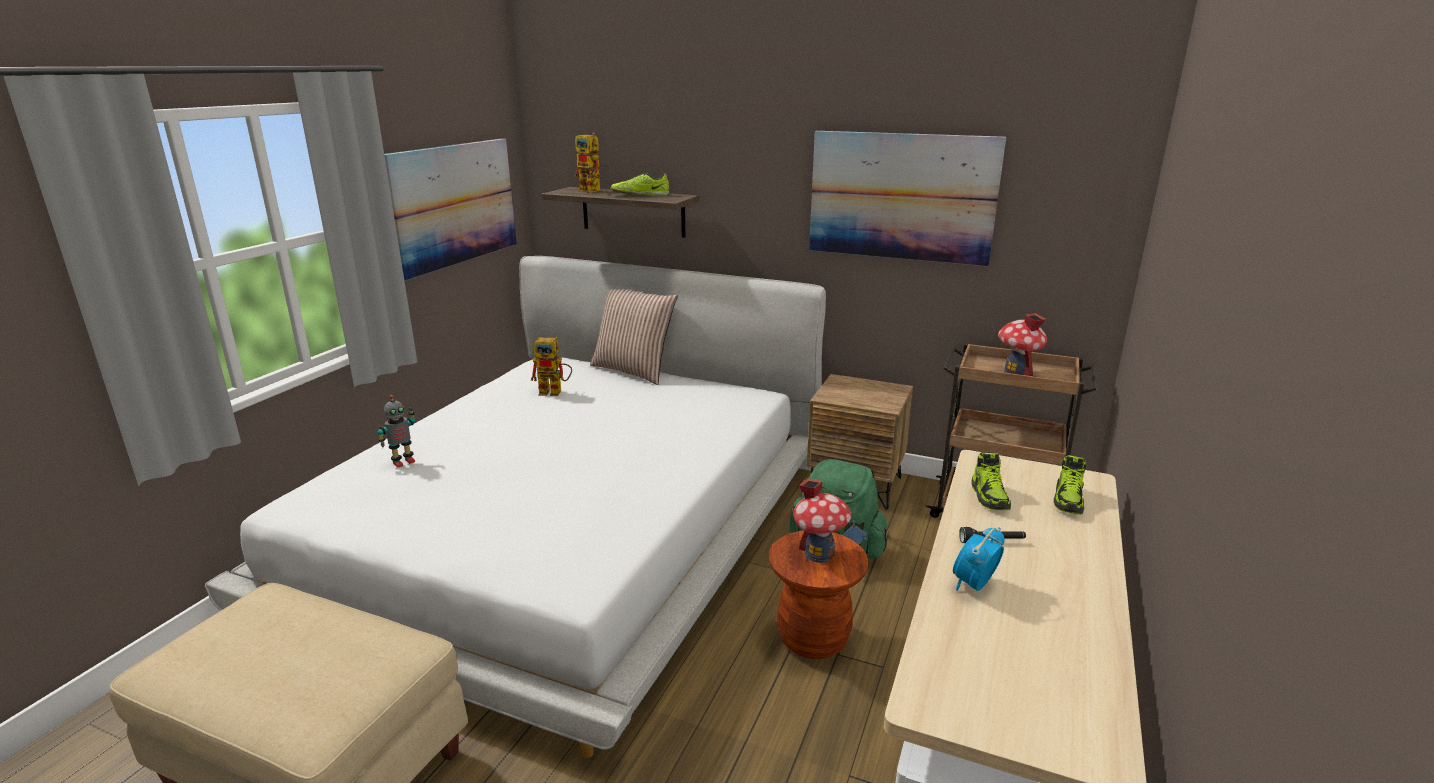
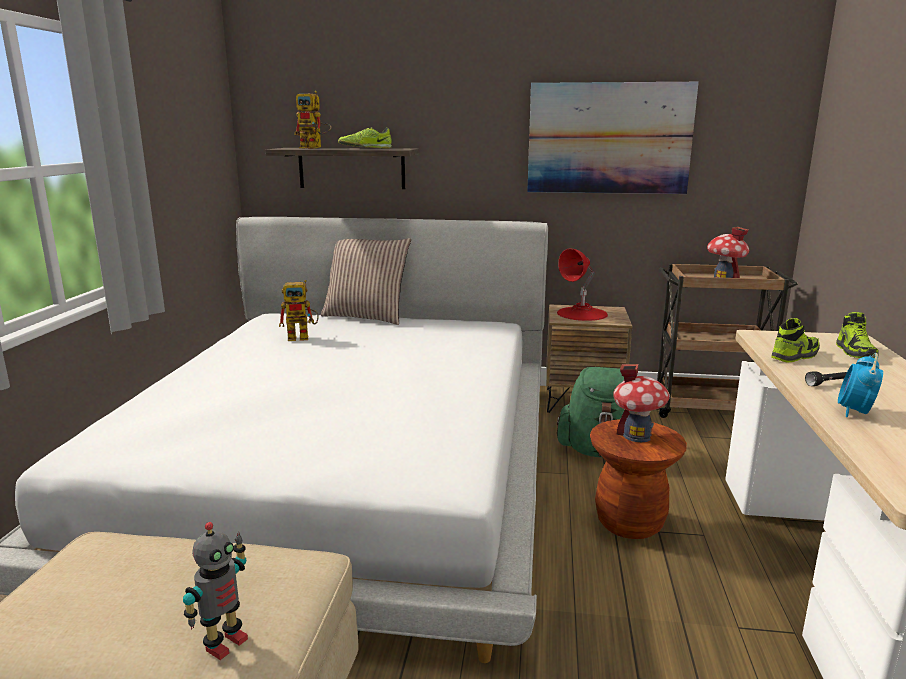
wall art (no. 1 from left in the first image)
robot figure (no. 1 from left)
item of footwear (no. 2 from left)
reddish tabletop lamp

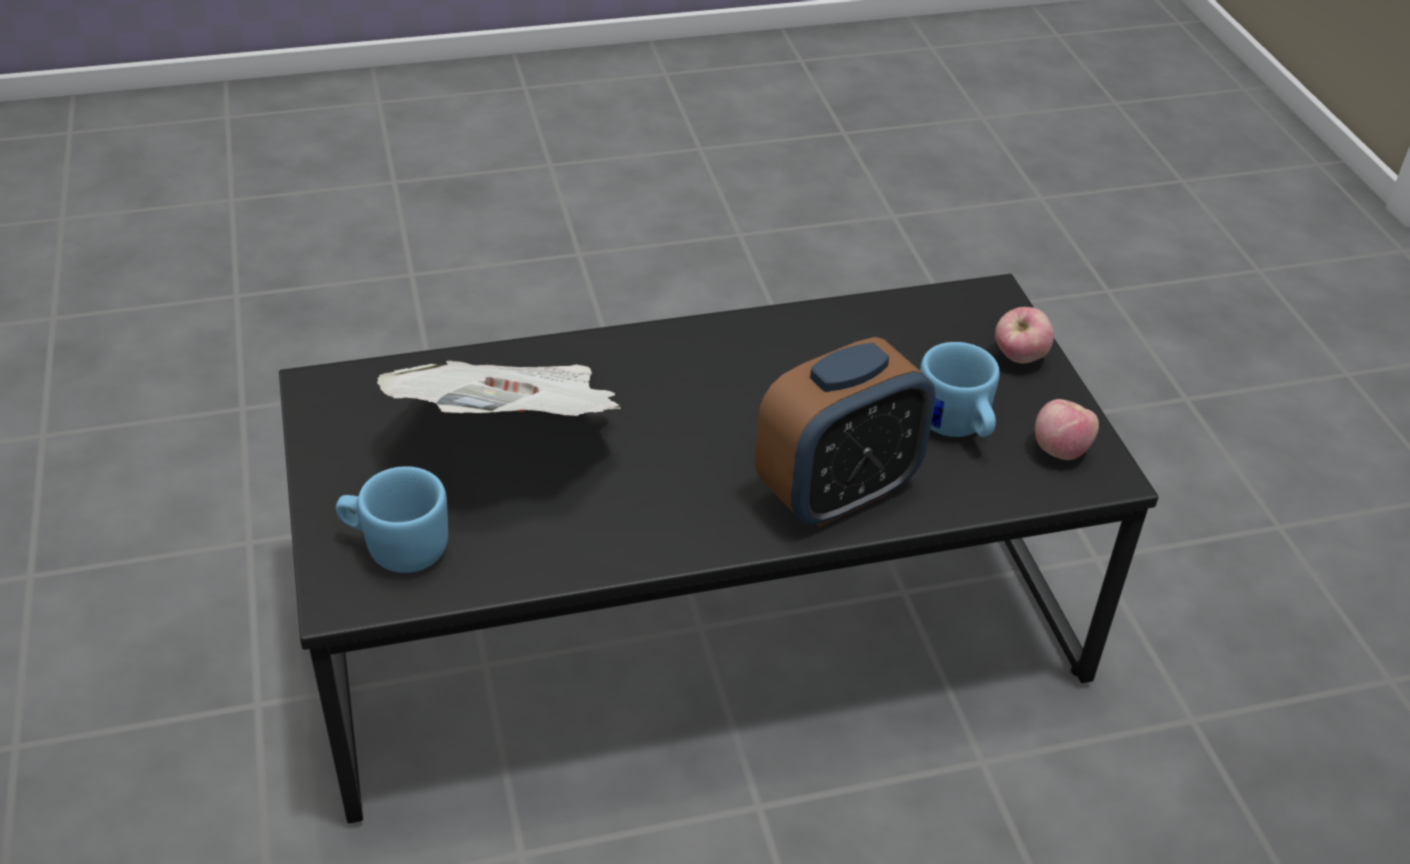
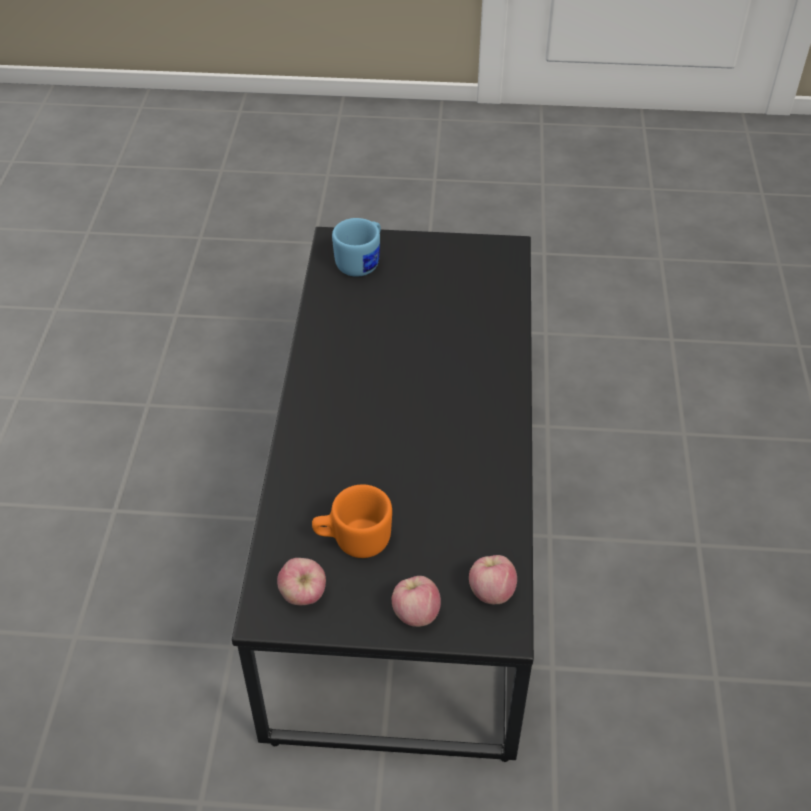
bedside clock
orange mug
newspaper
apple (no. 3 from left)

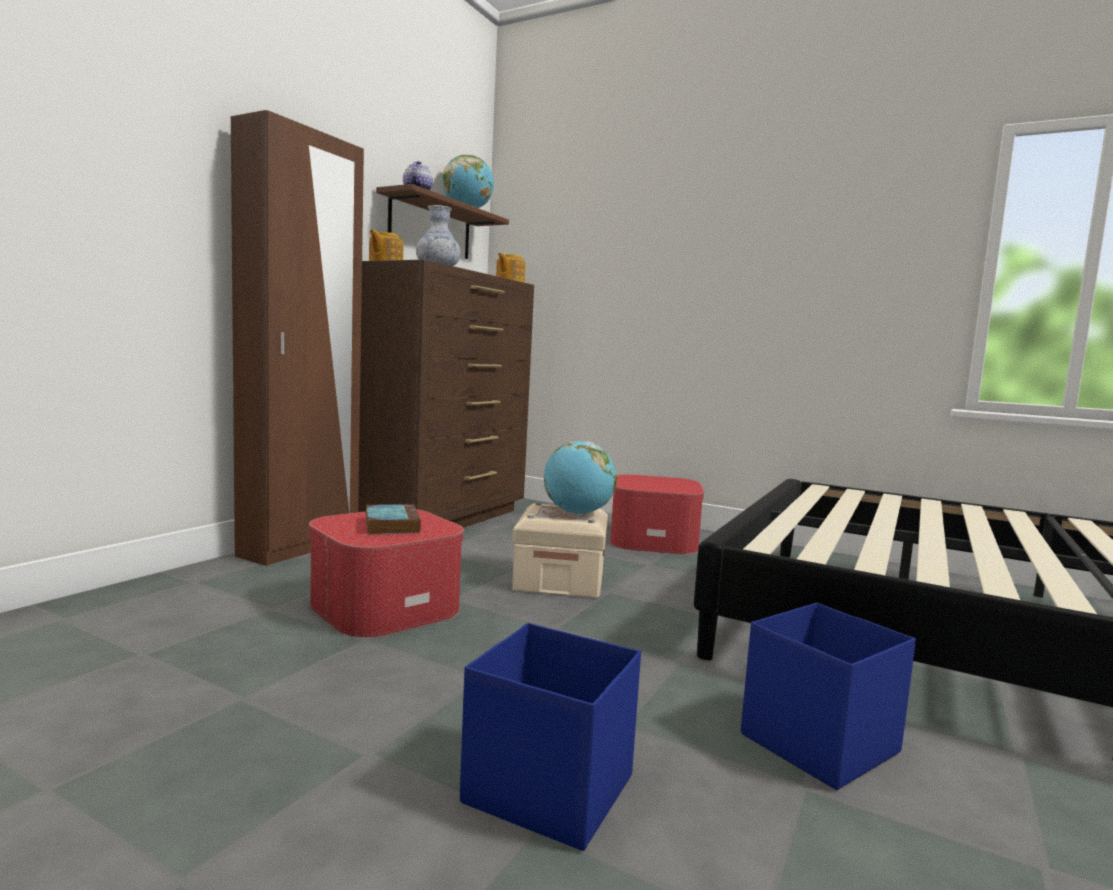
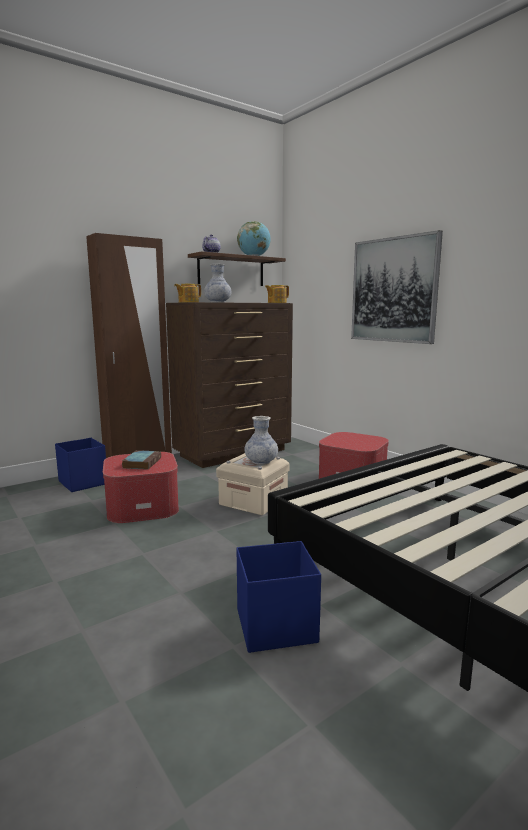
decorative vase (no. 2 from left)
blue-coloured storage box (no. 1 from left)
wall art

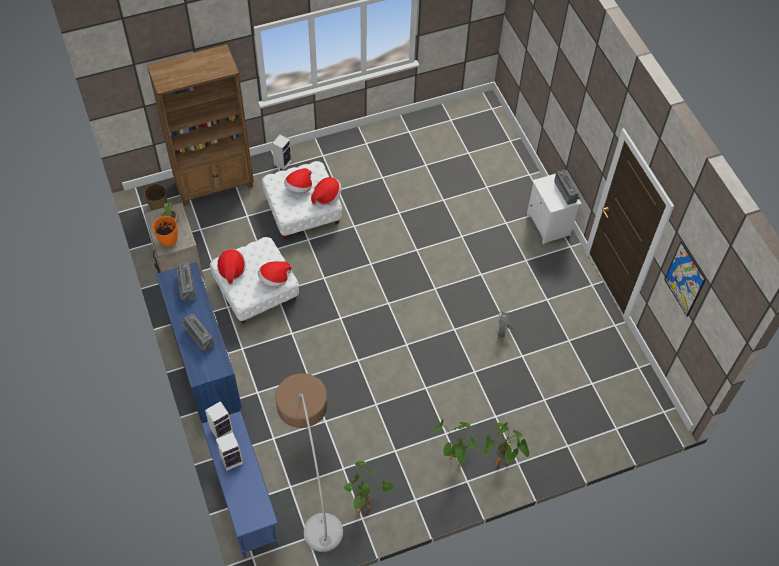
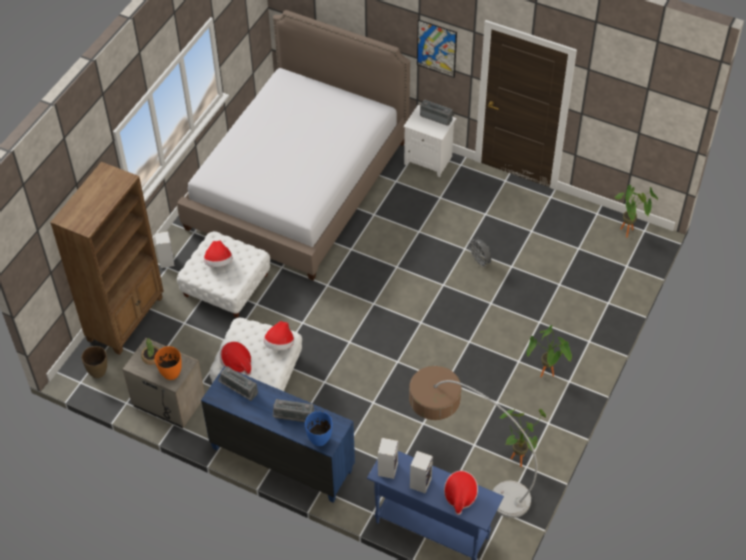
clothing hat (no. 4 from left)
wall art
potted plant (no. 4 from left)
bed
blue-coloured decorative vase

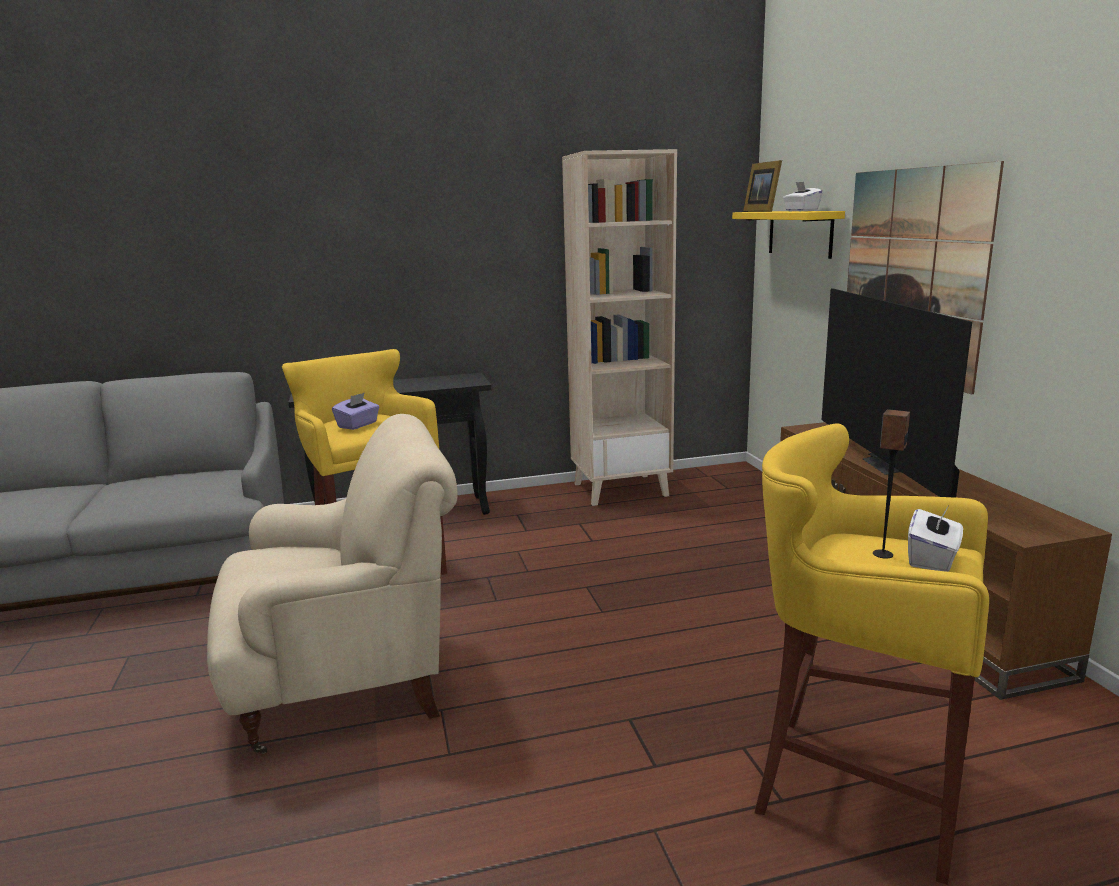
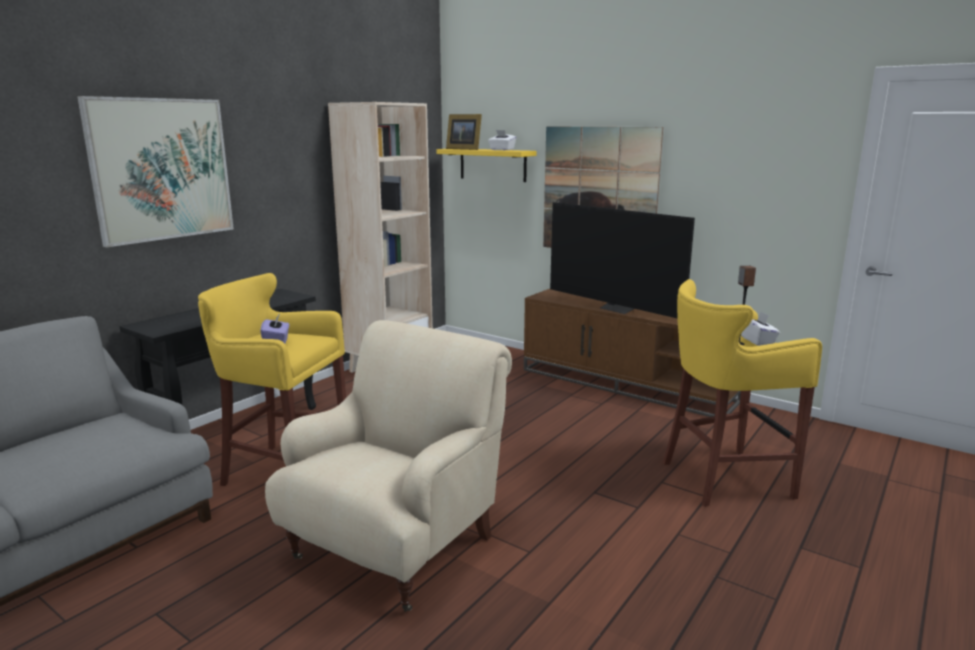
wall art (no. 1 from left)

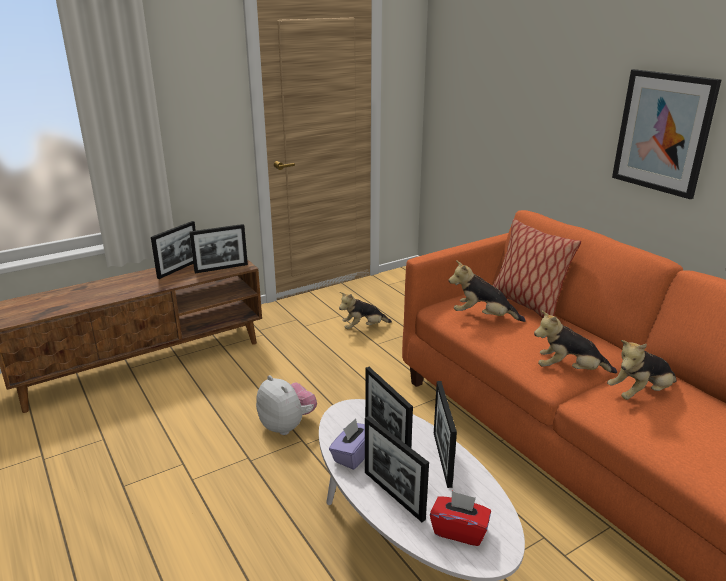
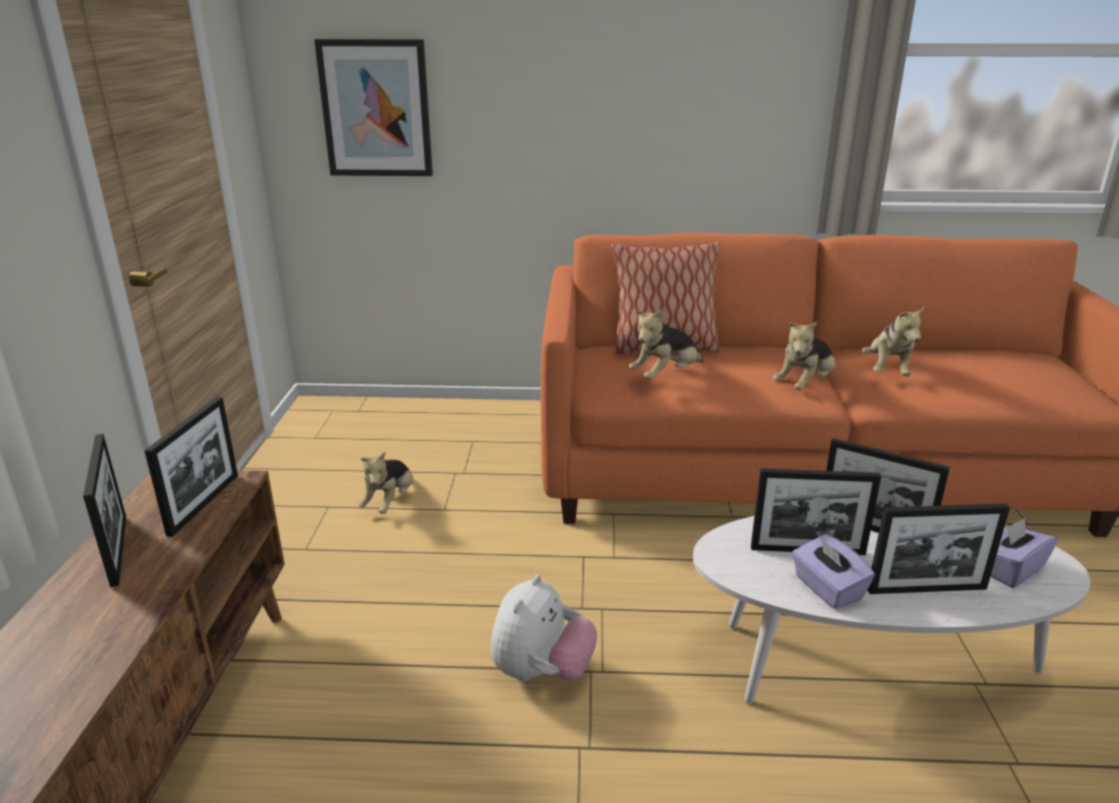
wall art
cuddly toy (no. 2 from left)
purple tissue box (no. 2 from left)

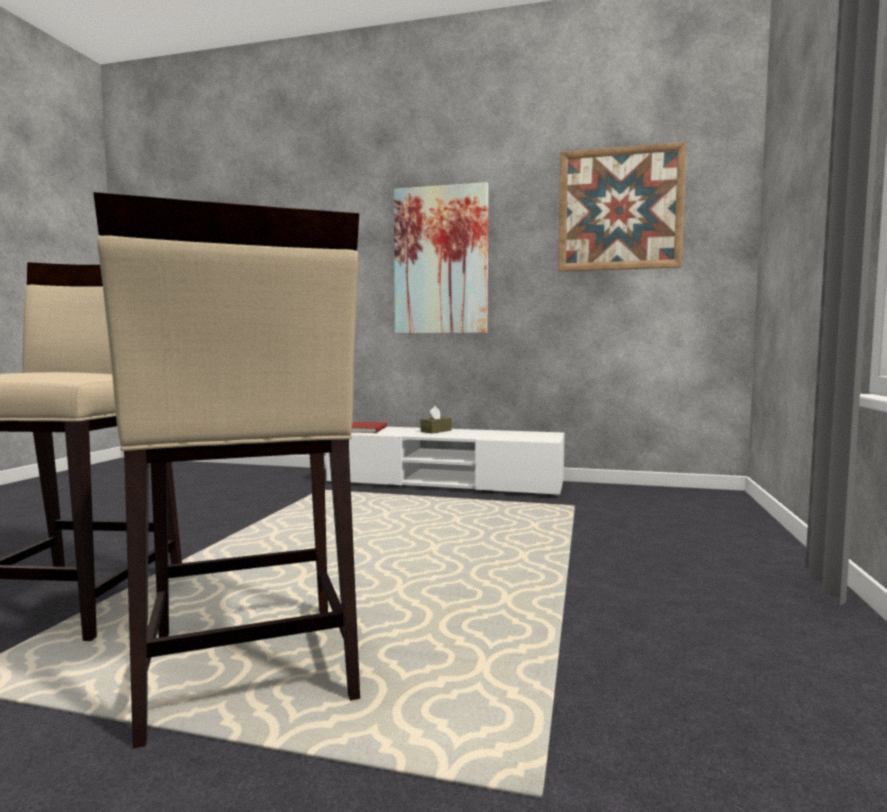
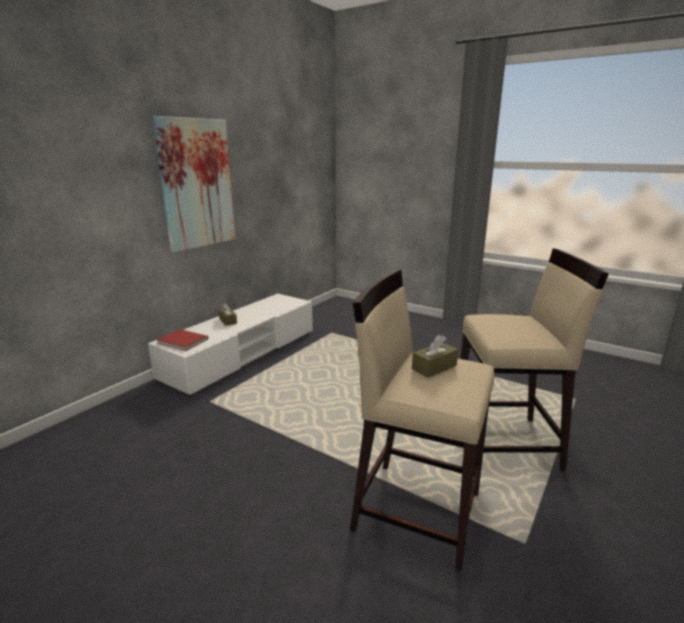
wall art (no. 2 from left in the first image)
brown-coloured tissue box (no. 2 from left)

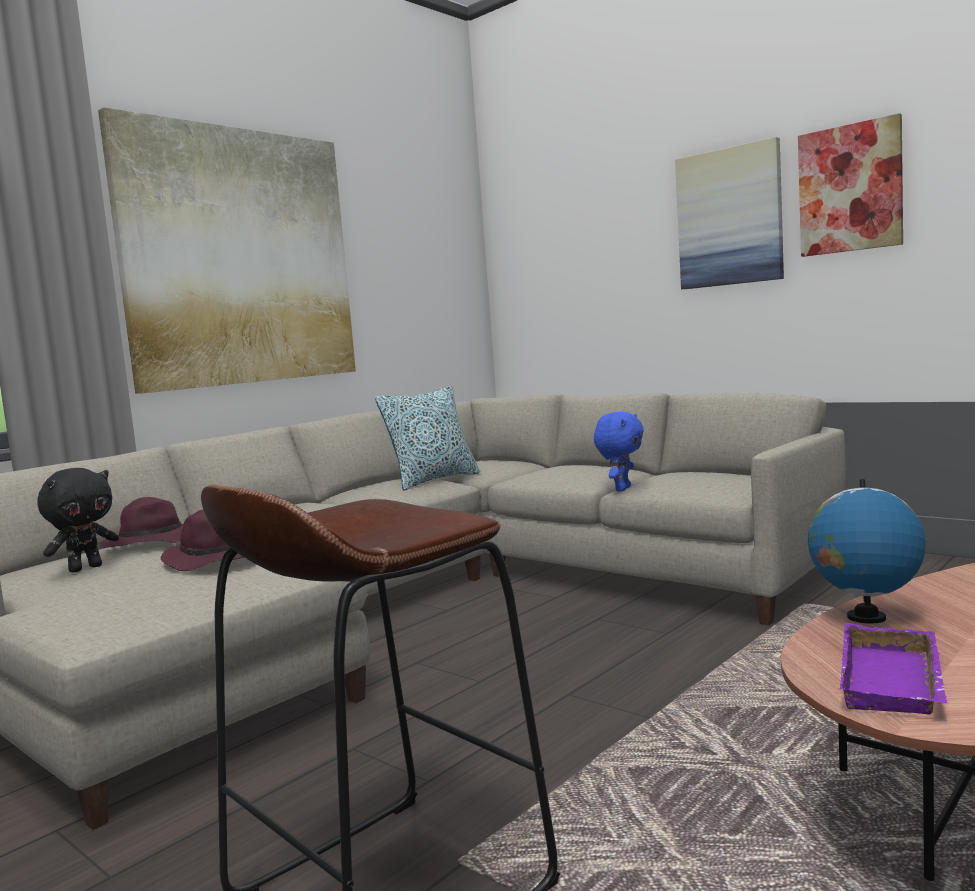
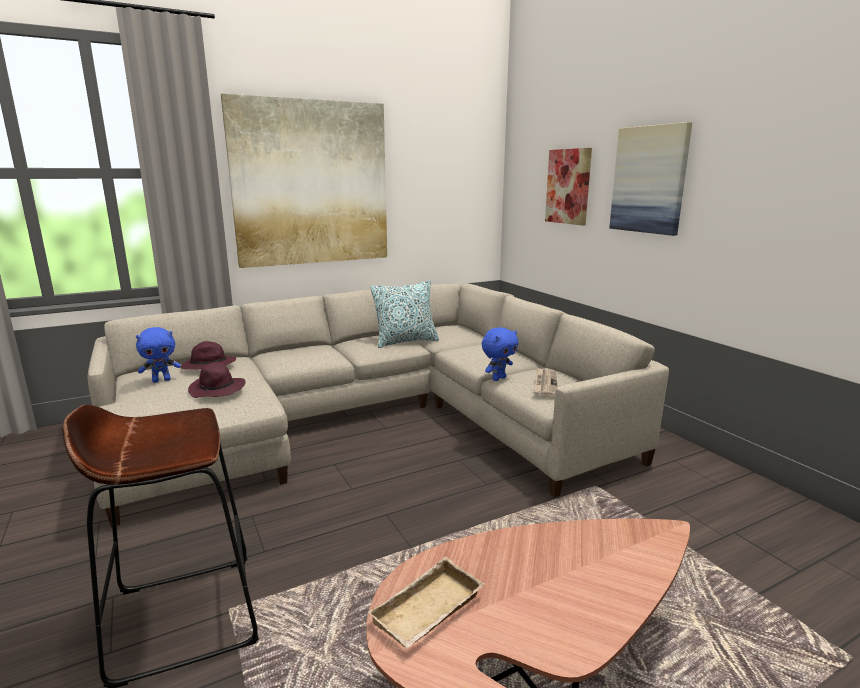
wall art (no. 2 from left)
blue-coloured cuddly toy (no. 1 from left)
globe
beige serving tray
newspaper

